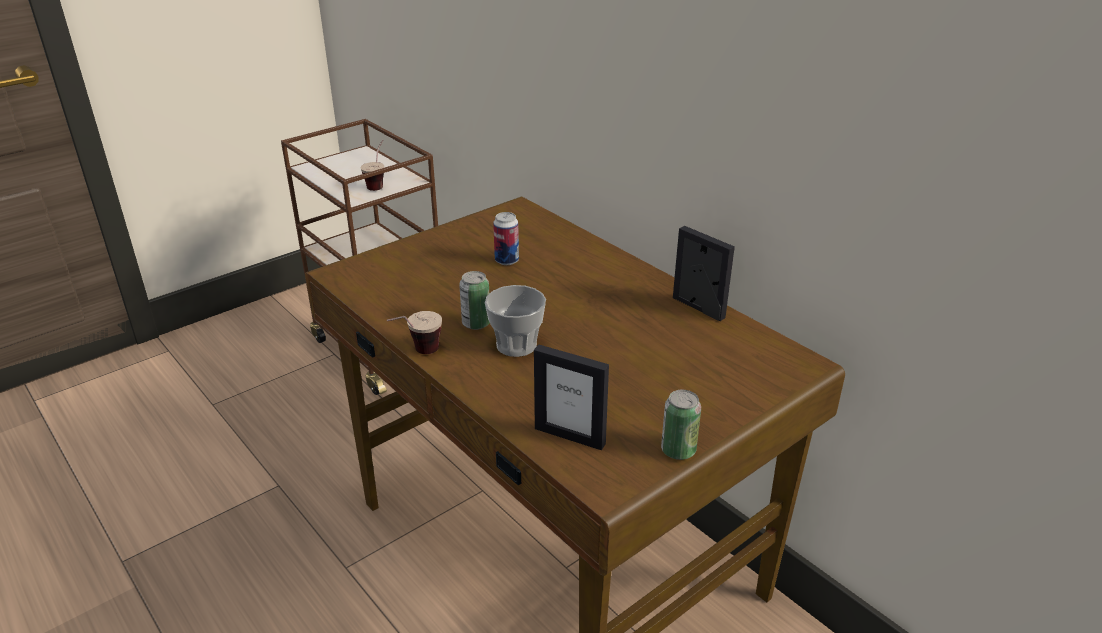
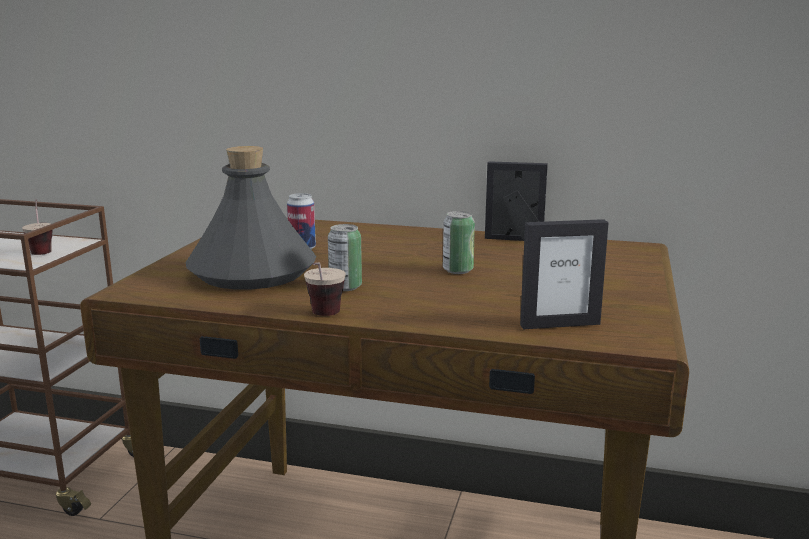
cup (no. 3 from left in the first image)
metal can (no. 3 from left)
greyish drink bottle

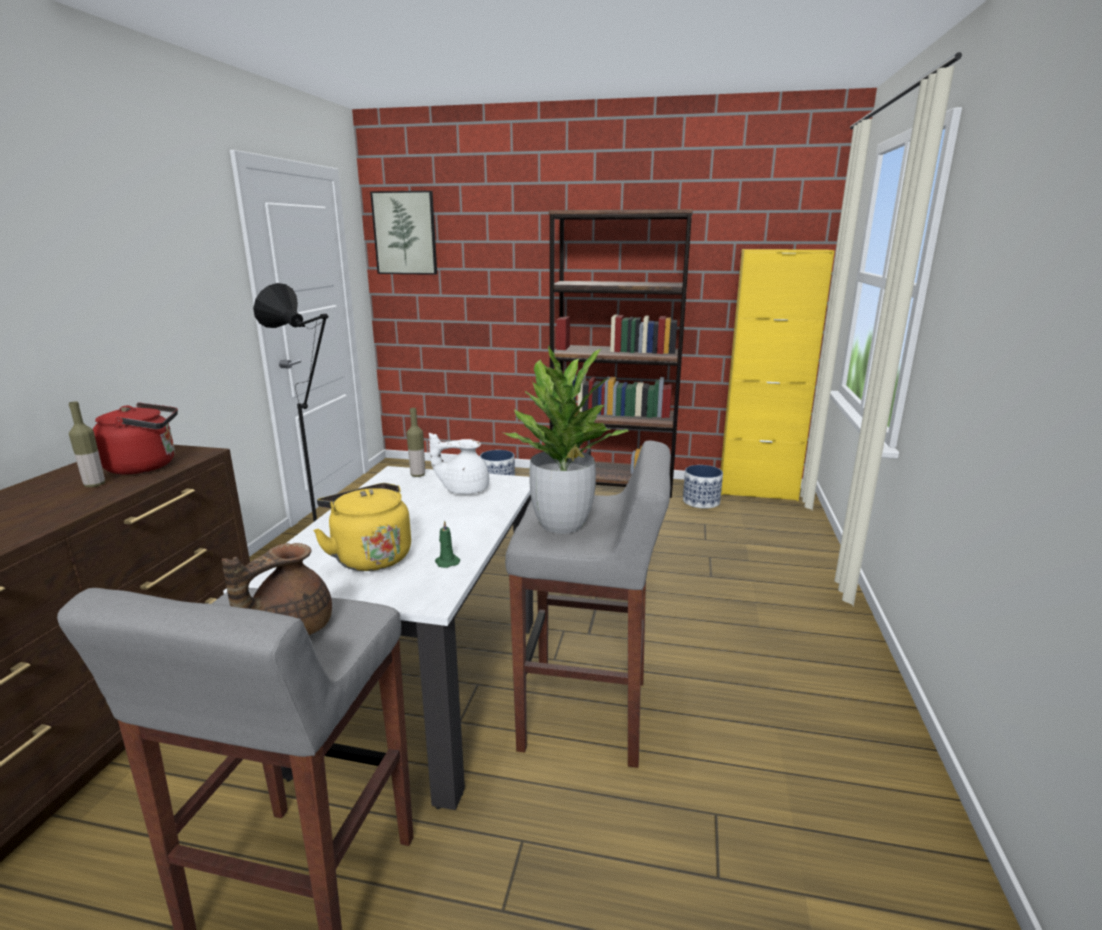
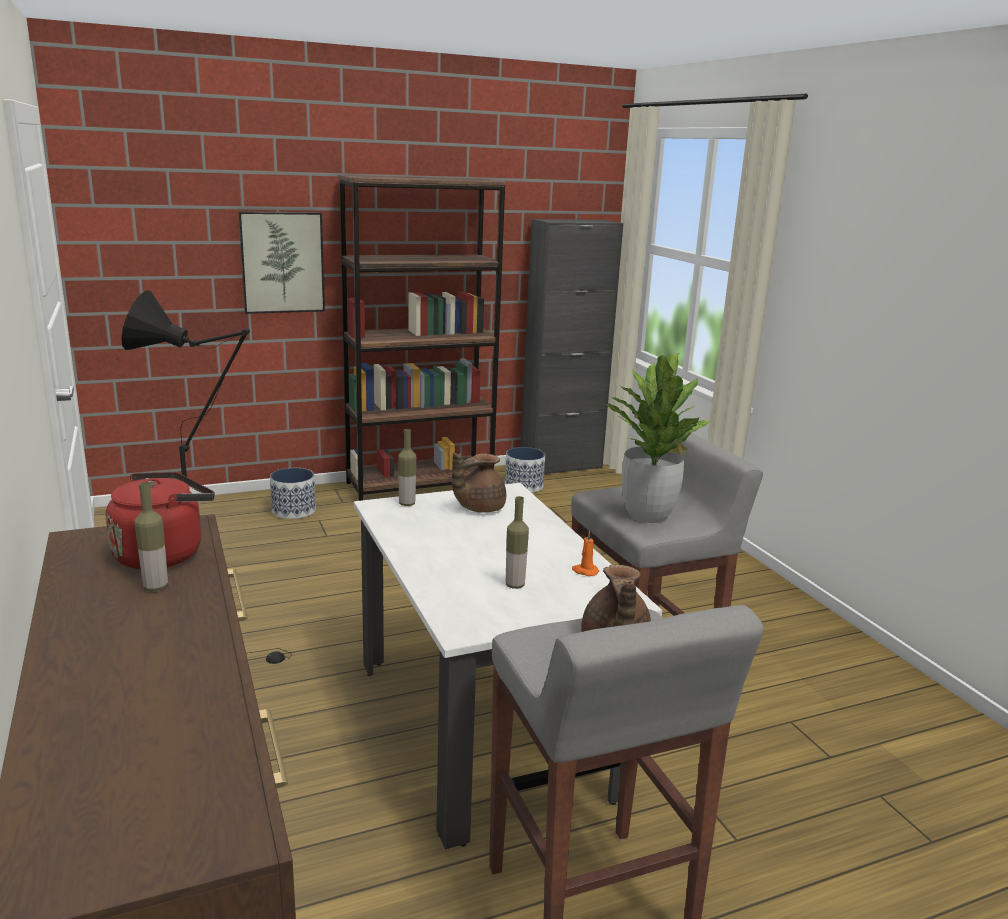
wall art
blackish cupboard
brown-coloured teapot (no. 1 from left)
drink bottle (no. 3 from left)
orange wax candle

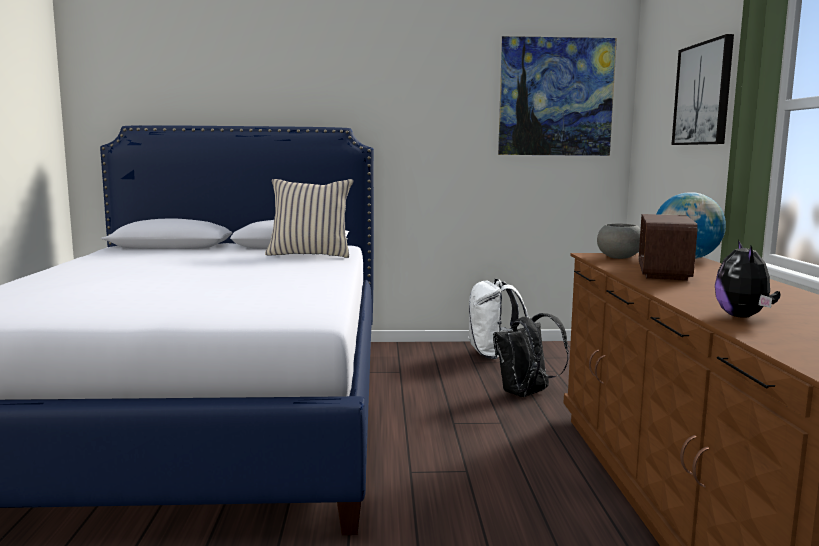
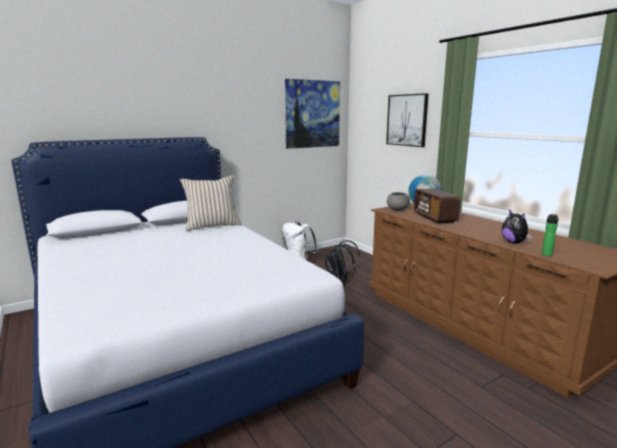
drink bottle

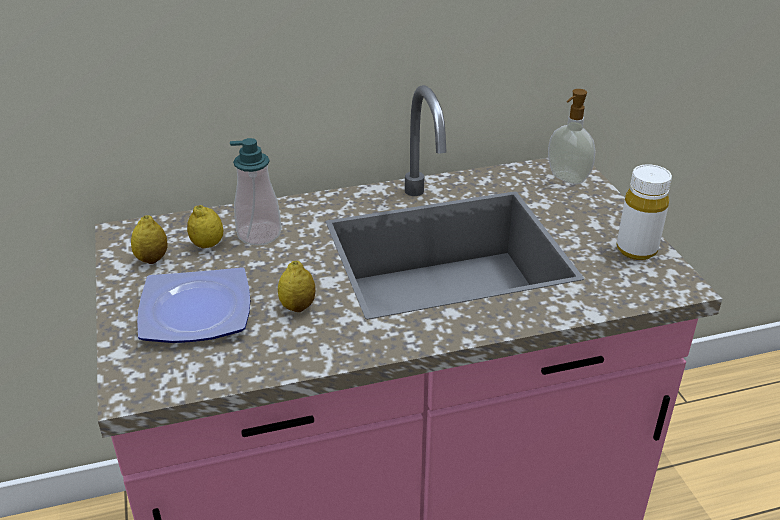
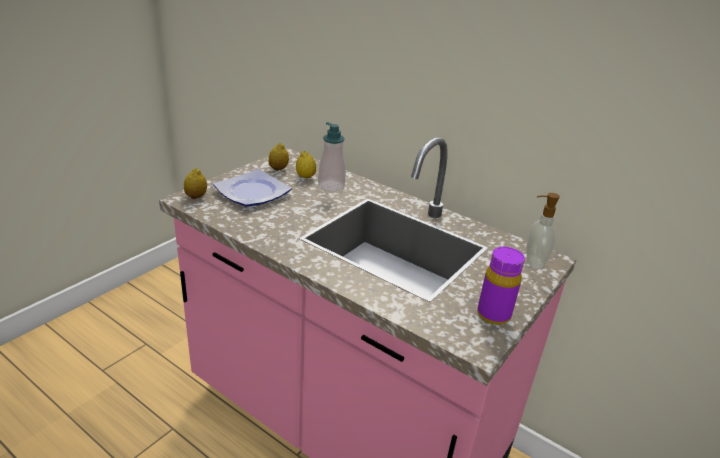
purple drink bottle
whole lemon (no. 1 from left)

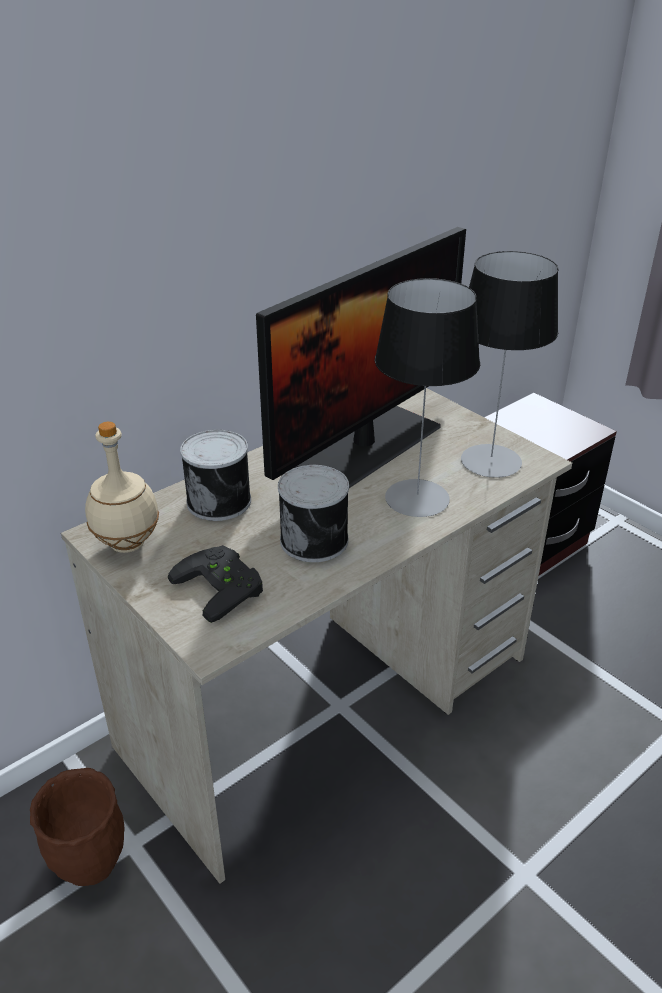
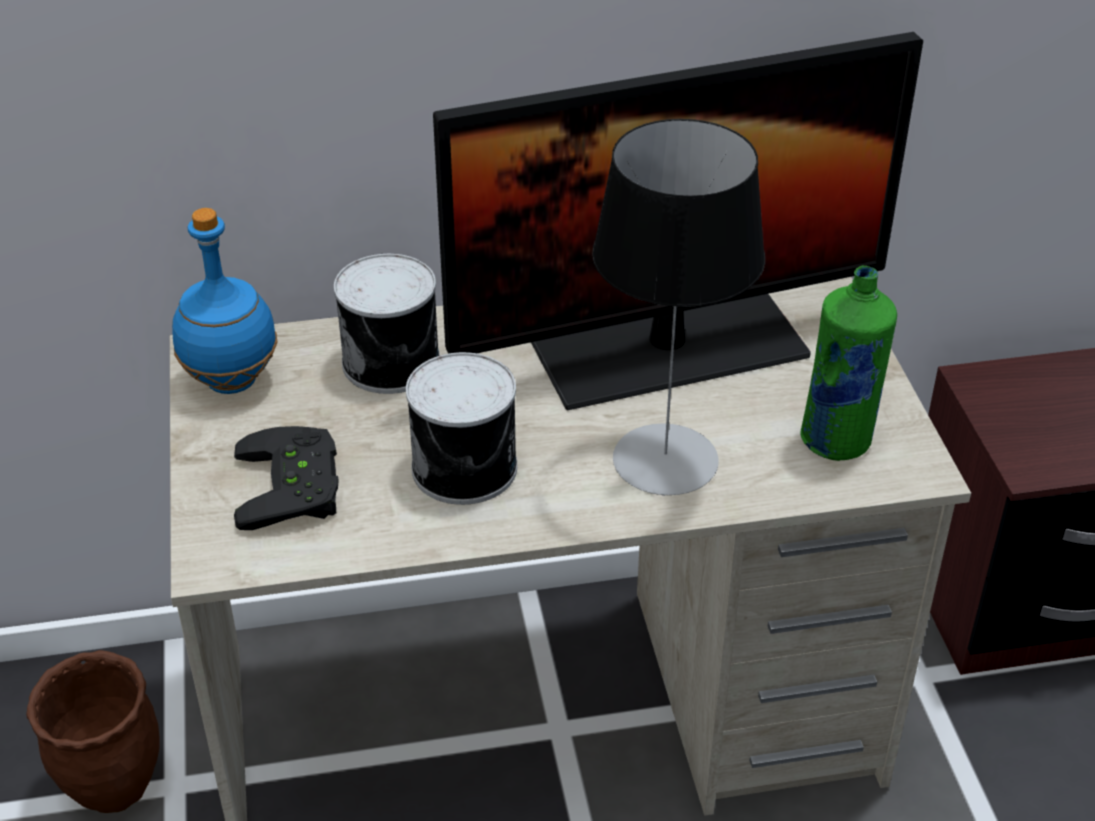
green-coloured drink bottle
blue-coloured drink bottle

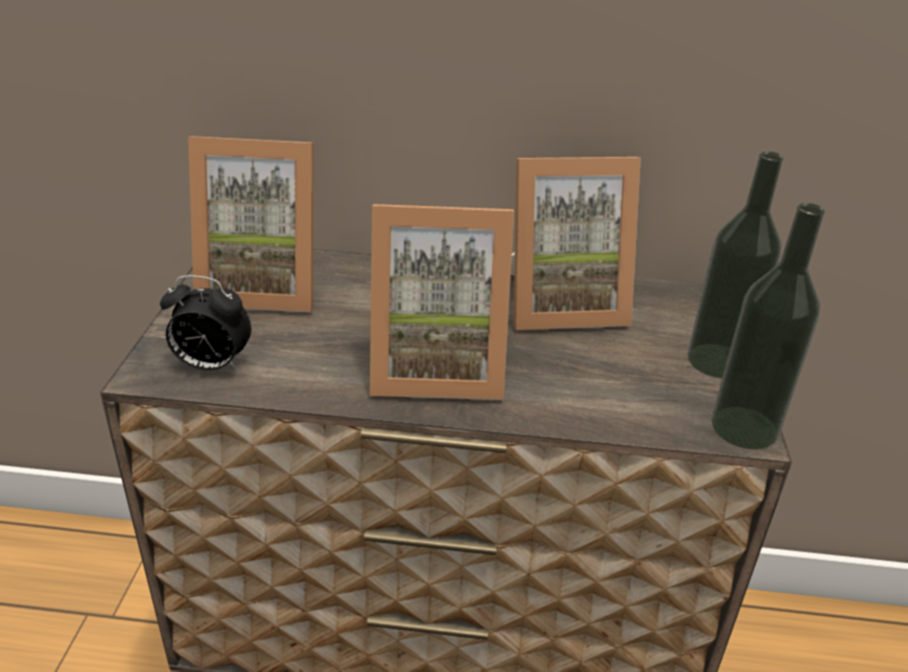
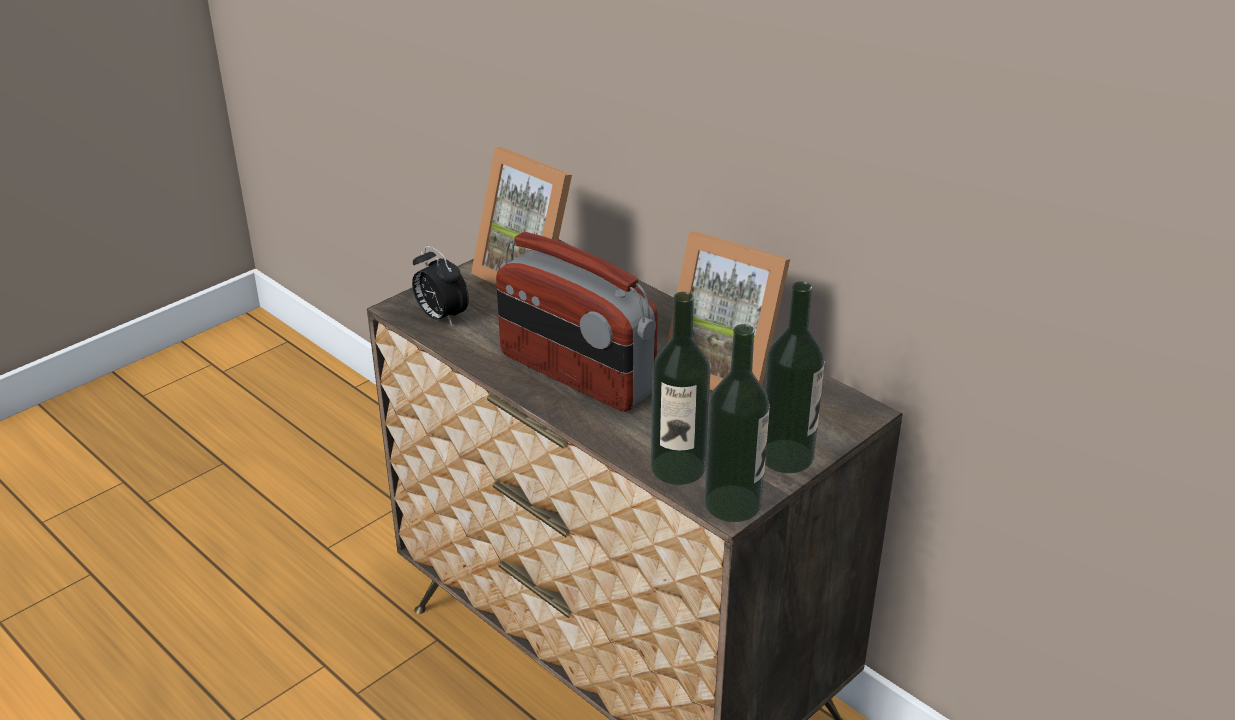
radio receiver
drink bottle (no. 1 from left)

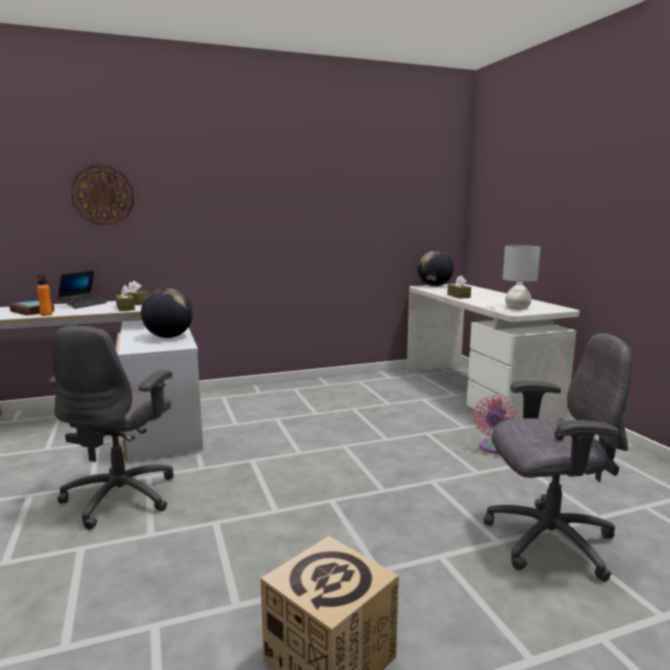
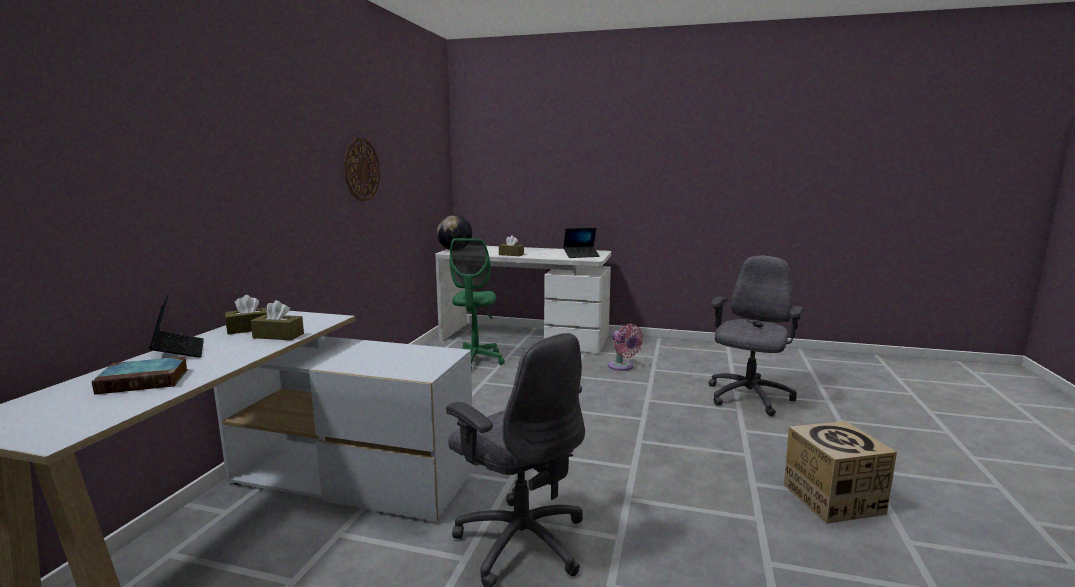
clock on the wall
laptop (no. 2 from left)
orange drink bottle
globe (no. 1 from left in the first image)
green-coloured office chair

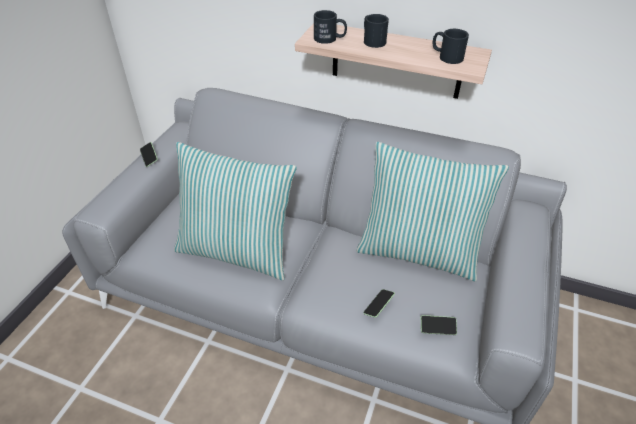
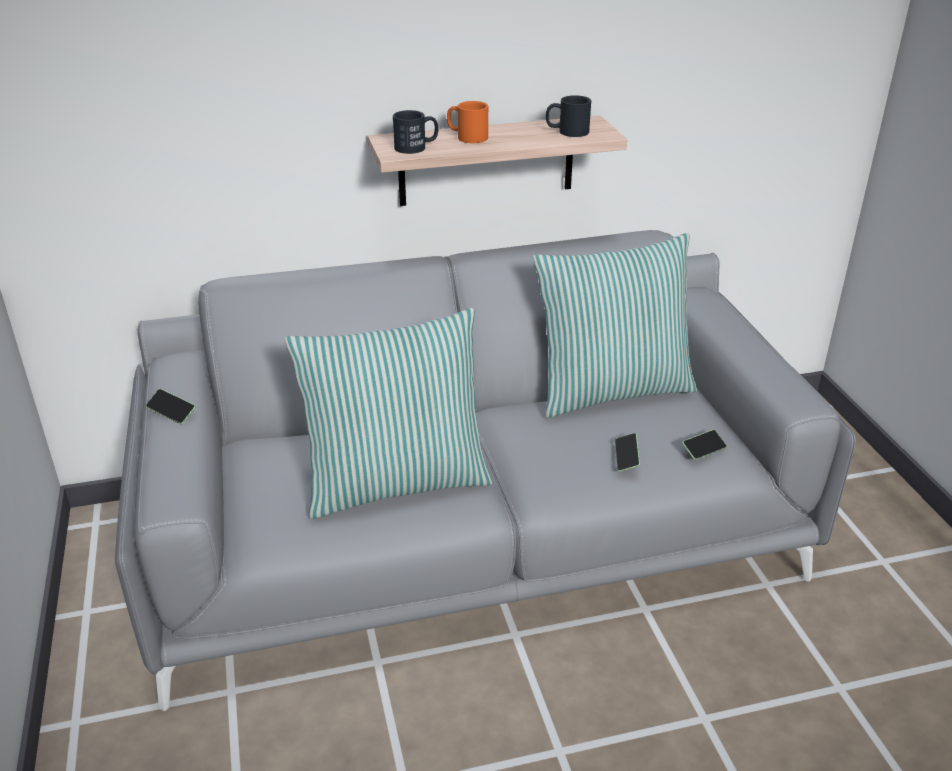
orange mug

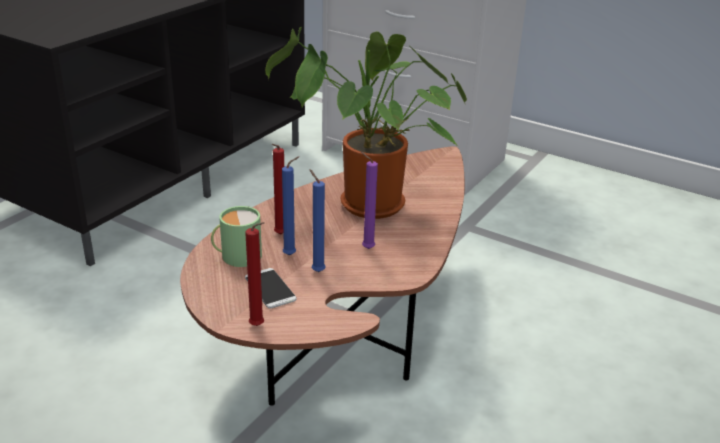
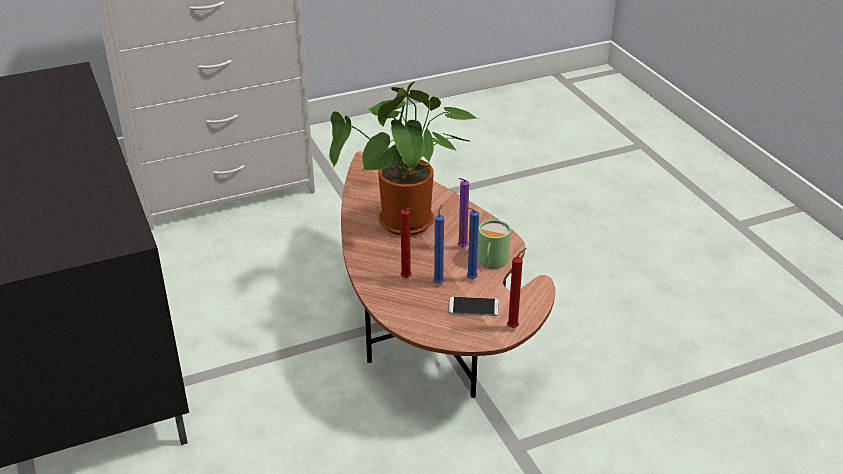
green-coloured mug

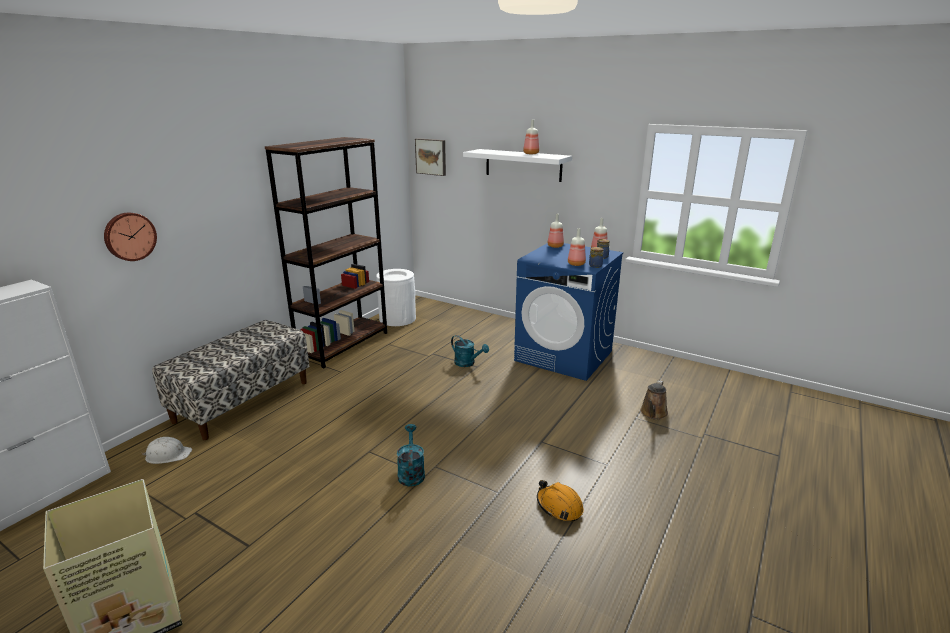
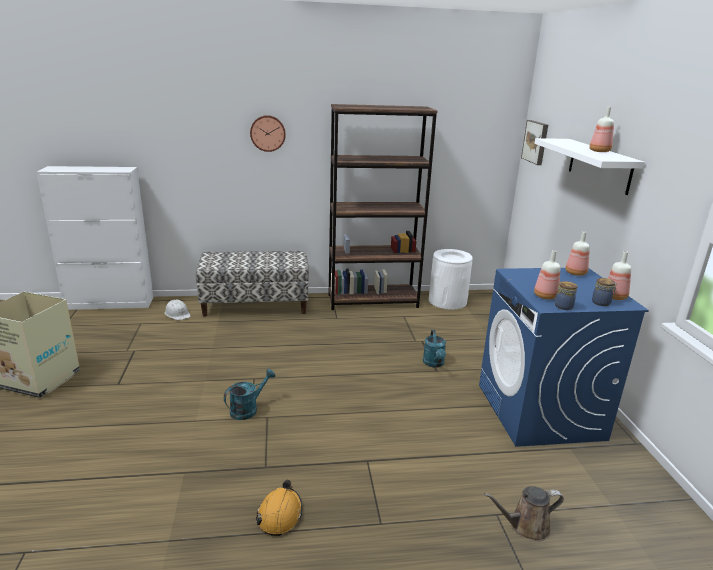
clock on the wall

